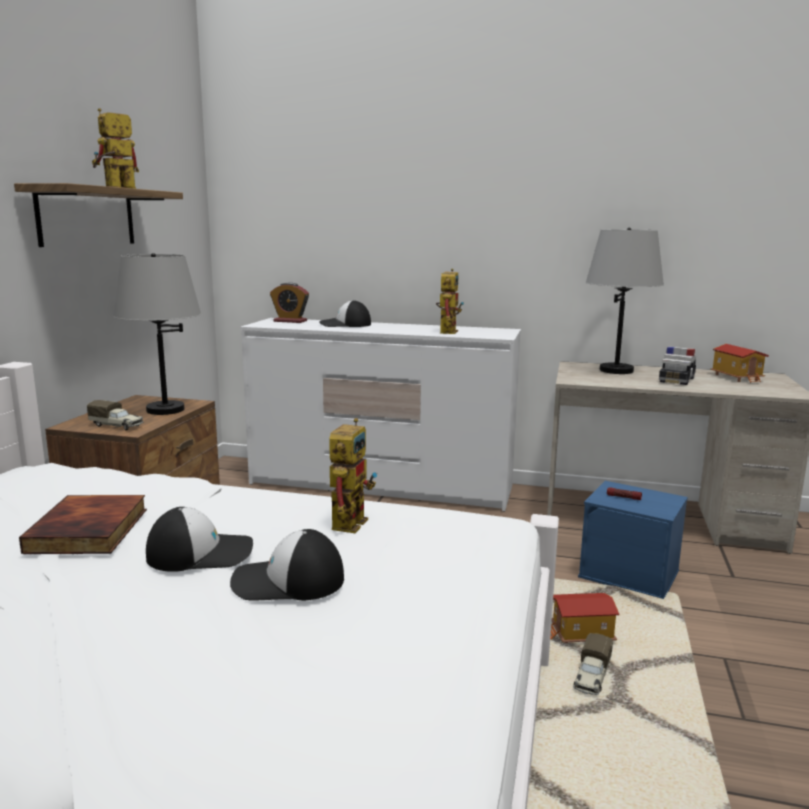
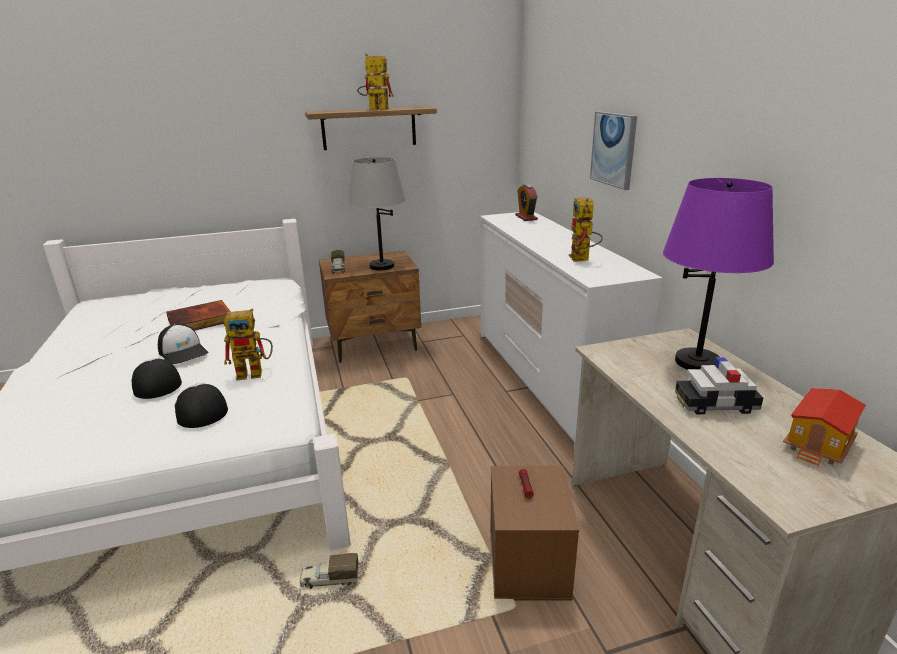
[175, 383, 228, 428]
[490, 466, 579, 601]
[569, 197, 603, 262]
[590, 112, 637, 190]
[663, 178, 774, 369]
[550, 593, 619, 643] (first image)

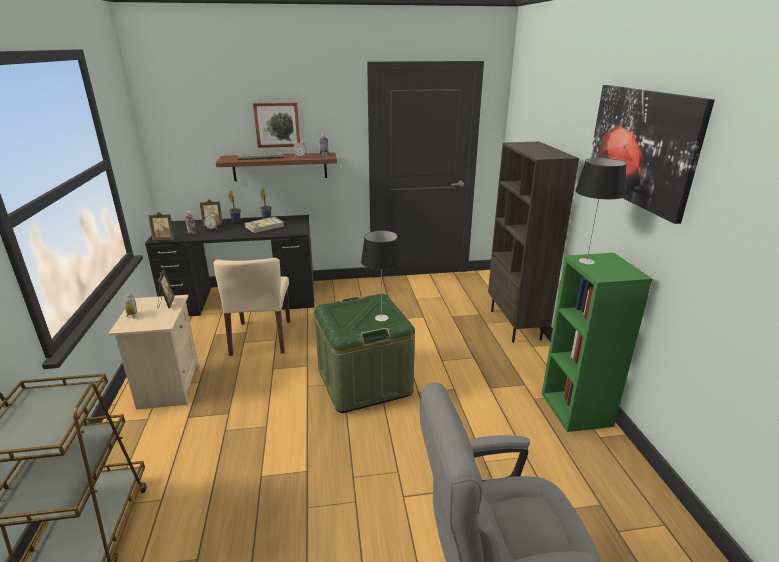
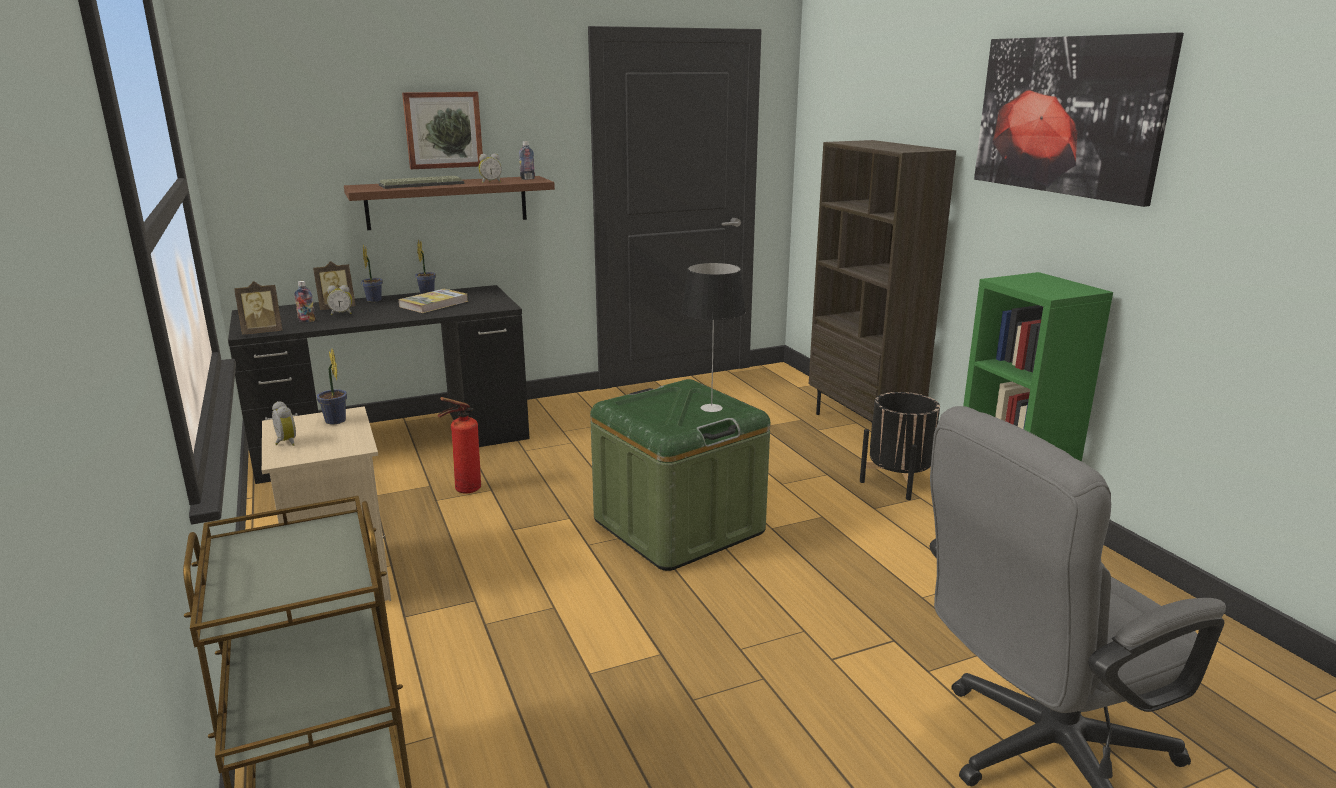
[316, 349, 347, 424]
[438, 397, 481, 494]
[860, 392, 940, 500]
[575, 158, 627, 265] (first image)

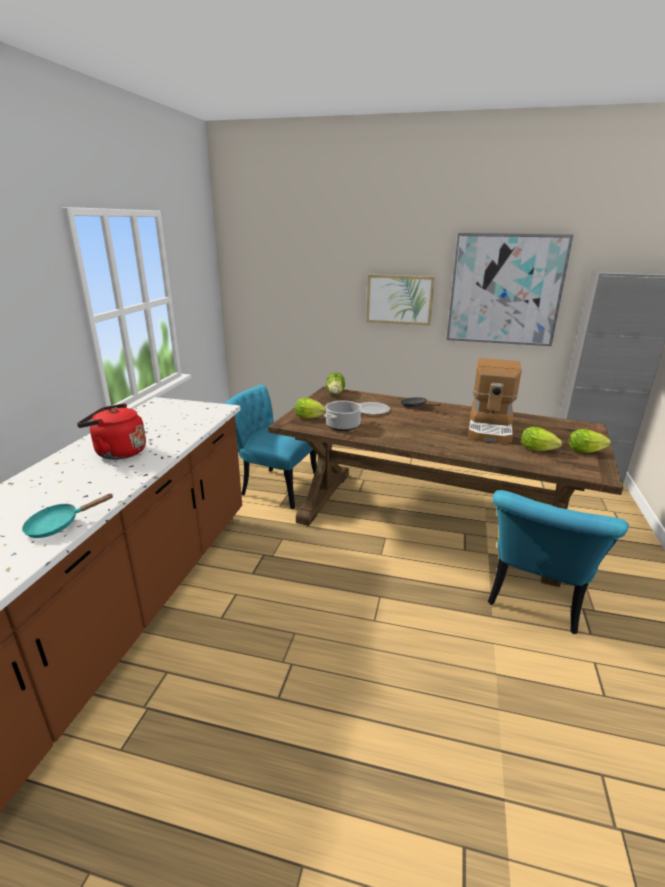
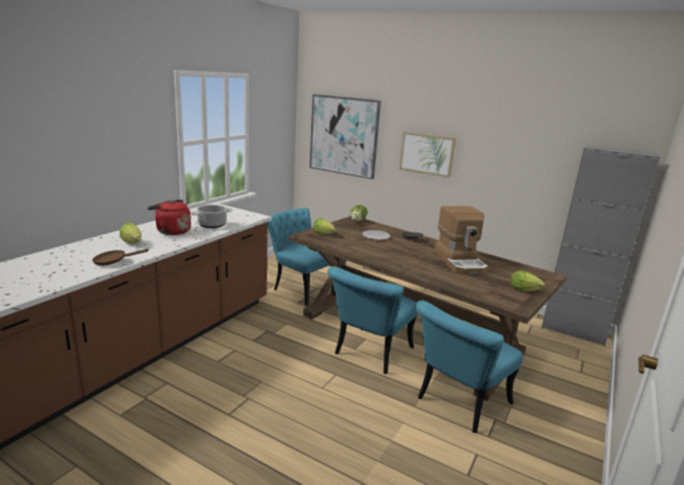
[92, 249, 148, 266]
[120, 223, 142, 244]
[191, 205, 233, 228]
[310, 94, 381, 179]
[327, 266, 418, 374]
[434, 206, 488, 275]

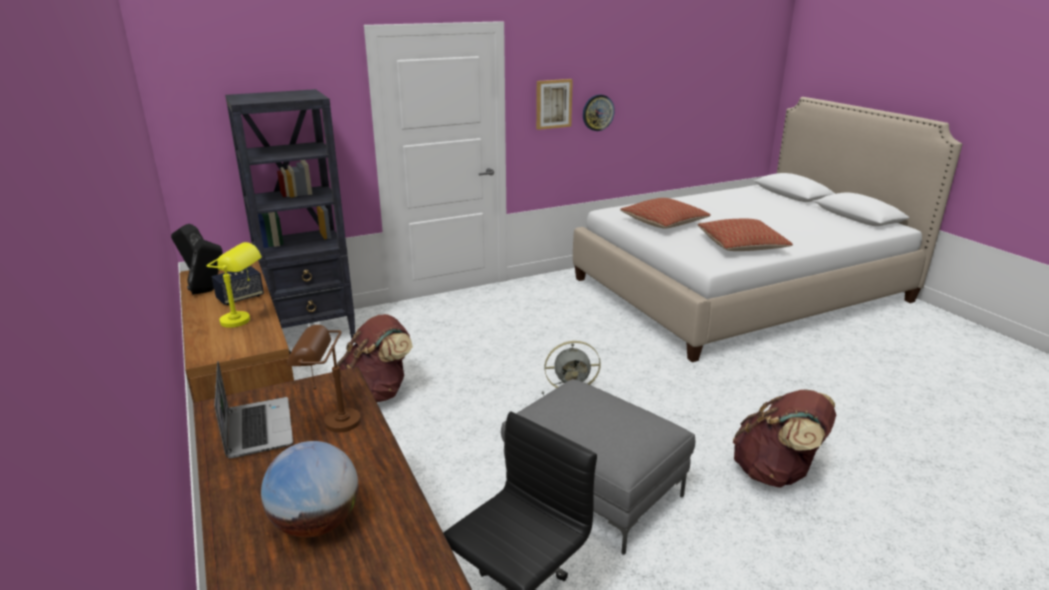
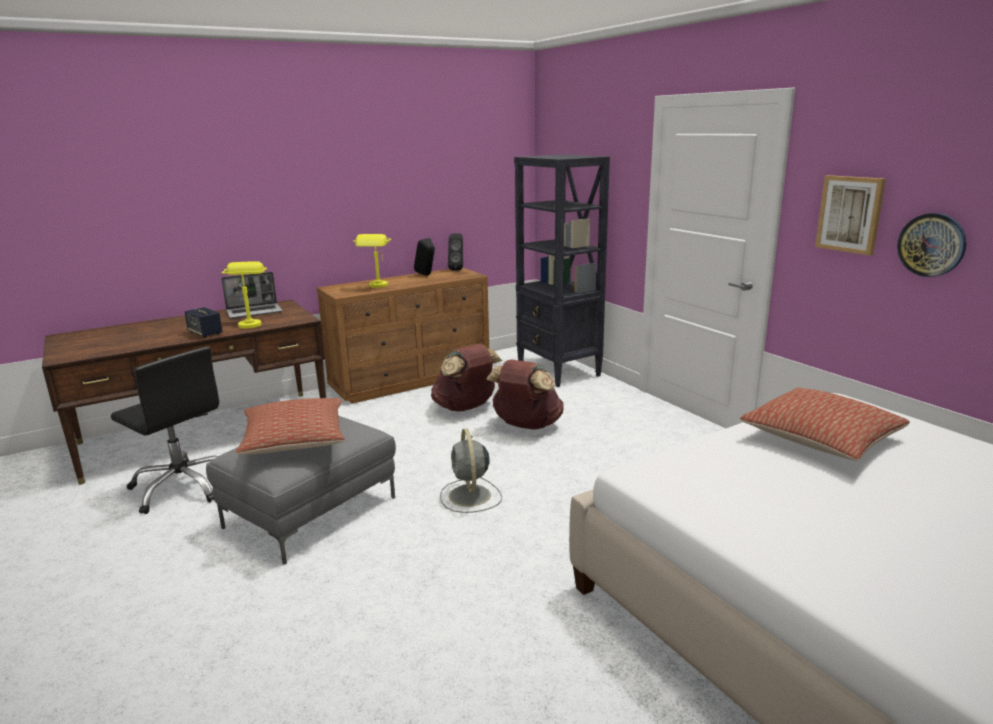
[185, 307, 223, 338]
[222, 261, 267, 329]
[236, 398, 345, 455]
[486, 360, 564, 429]
[261, 441, 358, 538] (first image)

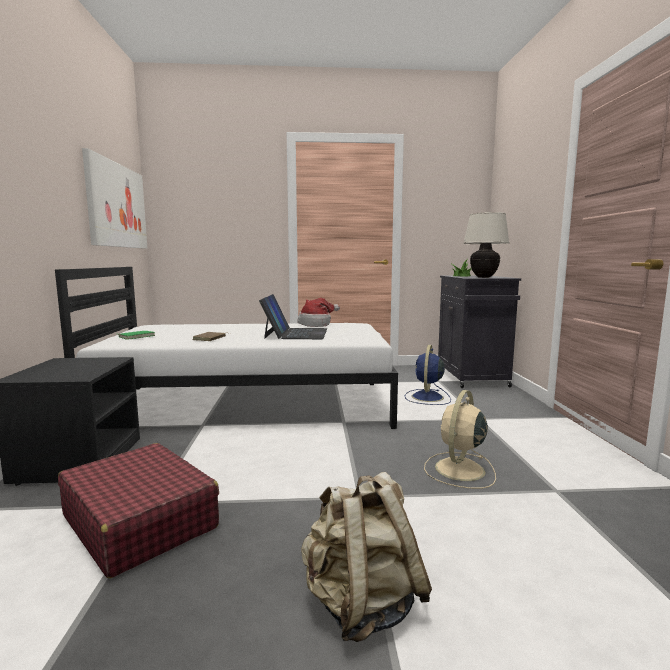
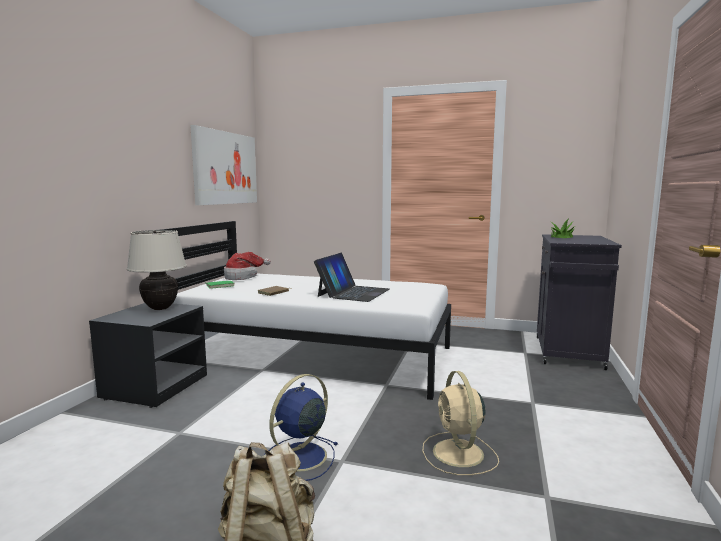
[127, 230, 187, 310]
[224, 252, 271, 280]
[264, 374, 338, 481]
[422, 371, 499, 475]
[58, 443, 219, 578] (first image)

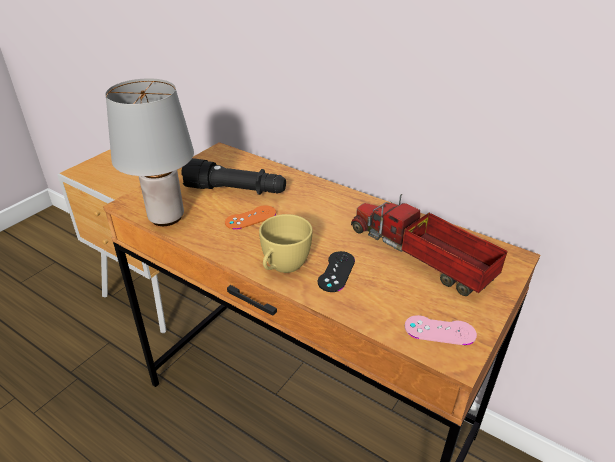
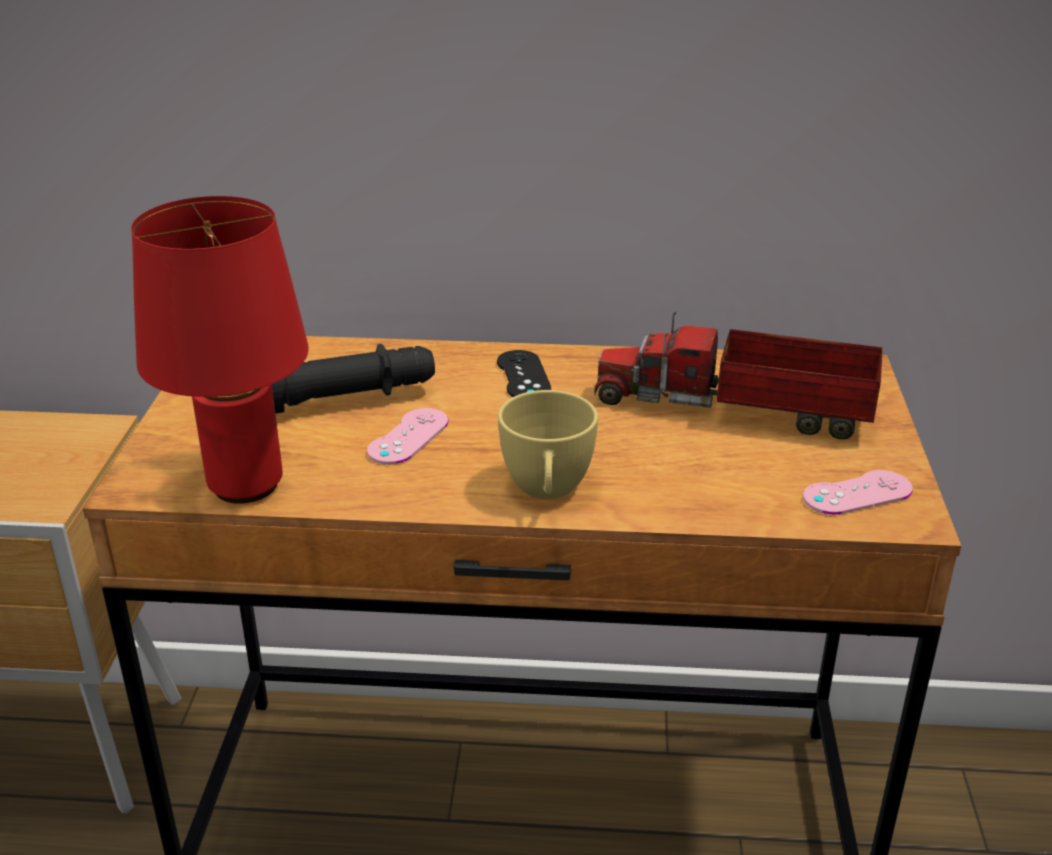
[131, 196, 308, 504]
[367, 408, 449, 465]
[497, 350, 551, 397]

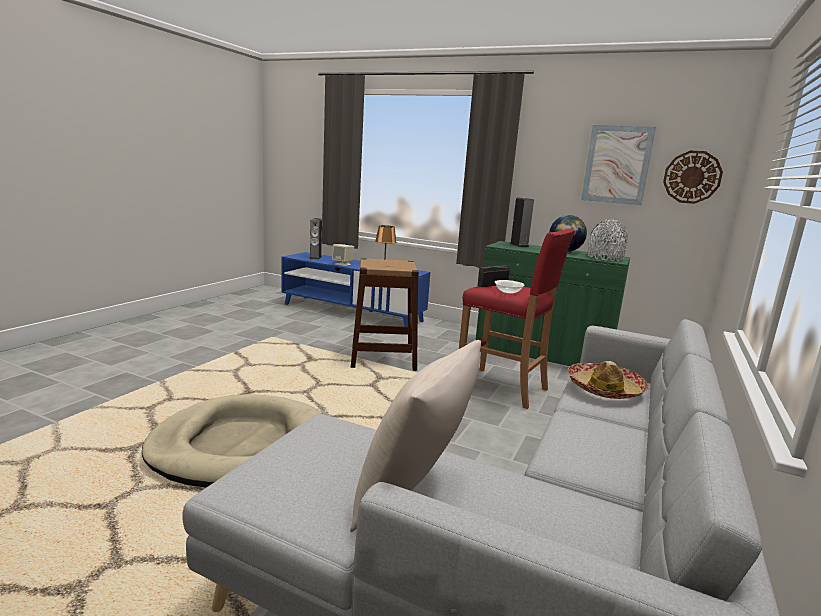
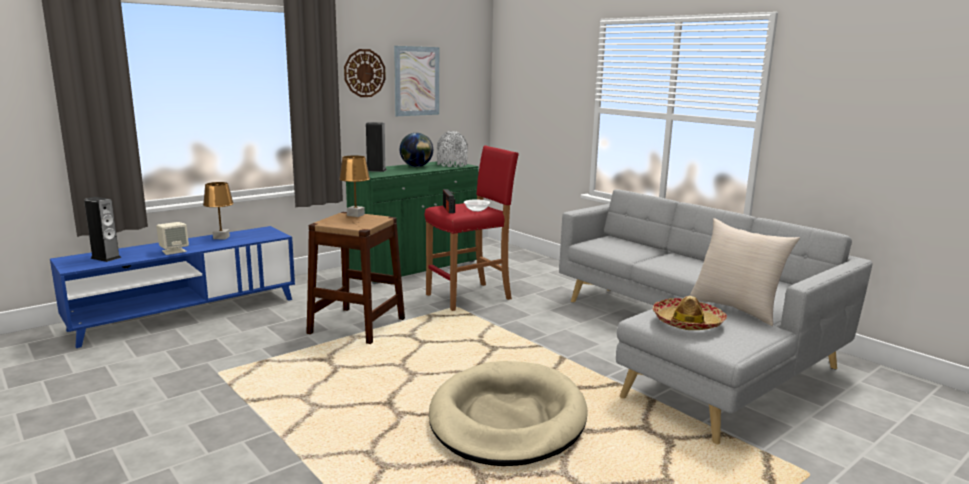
[339, 155, 370, 217]
[344, 49, 386, 97]
[653, 296, 727, 330]

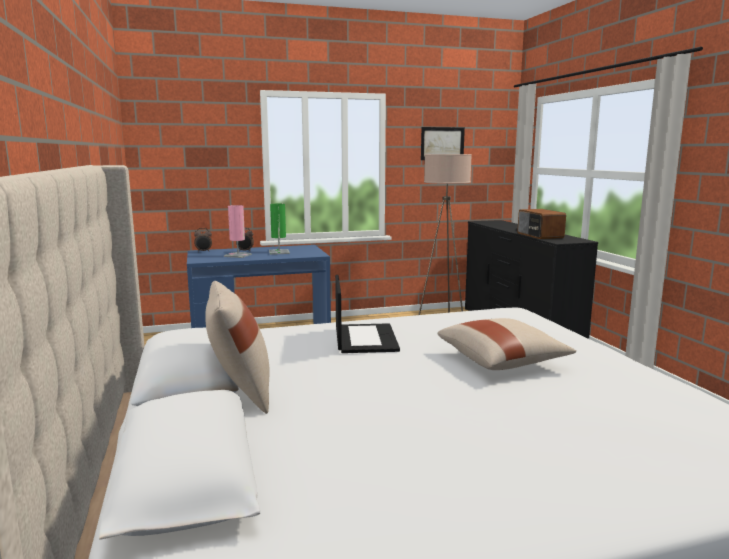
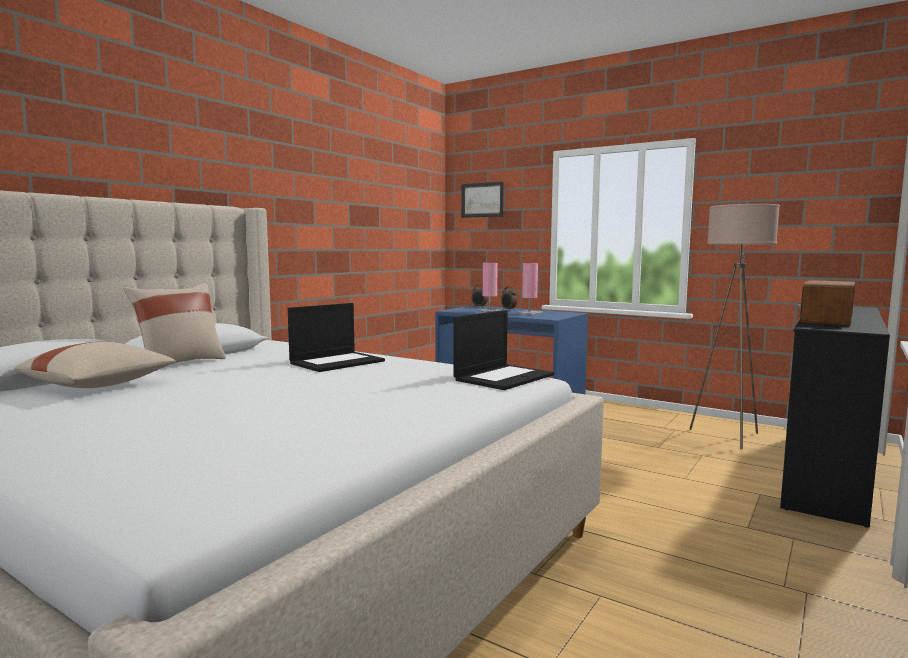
[14, 341, 176, 388]
[453, 310, 554, 390]
[461, 181, 503, 218]
[516, 263, 543, 315]

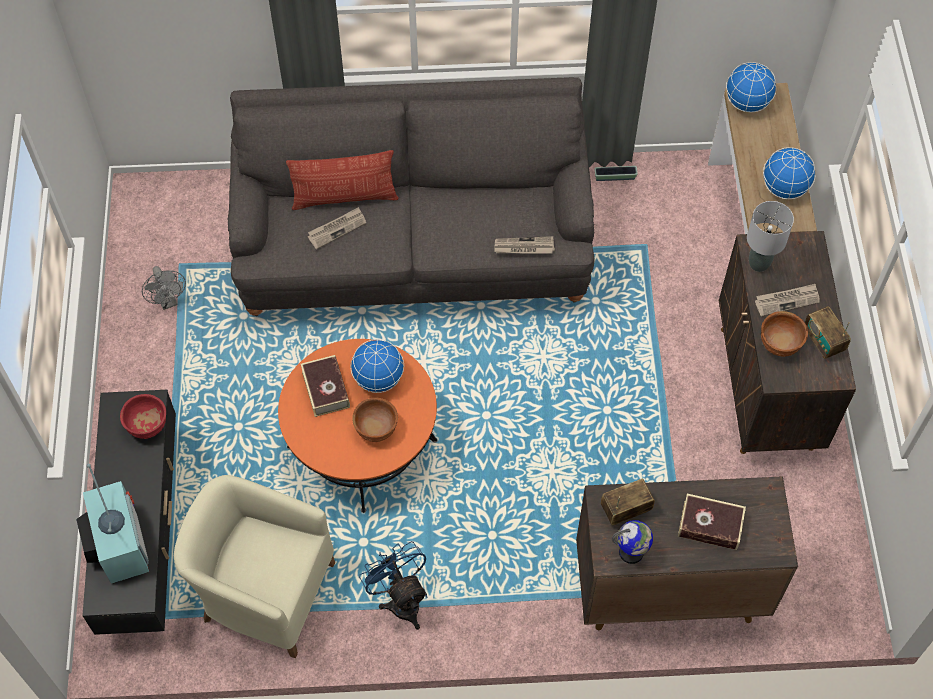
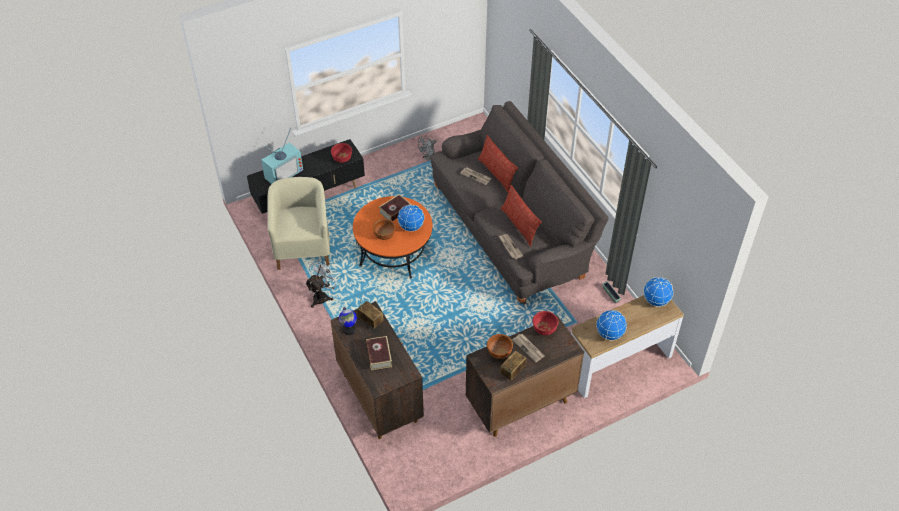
[305, 259, 340, 308]
[500, 185, 542, 246]
[532, 311, 558, 335]

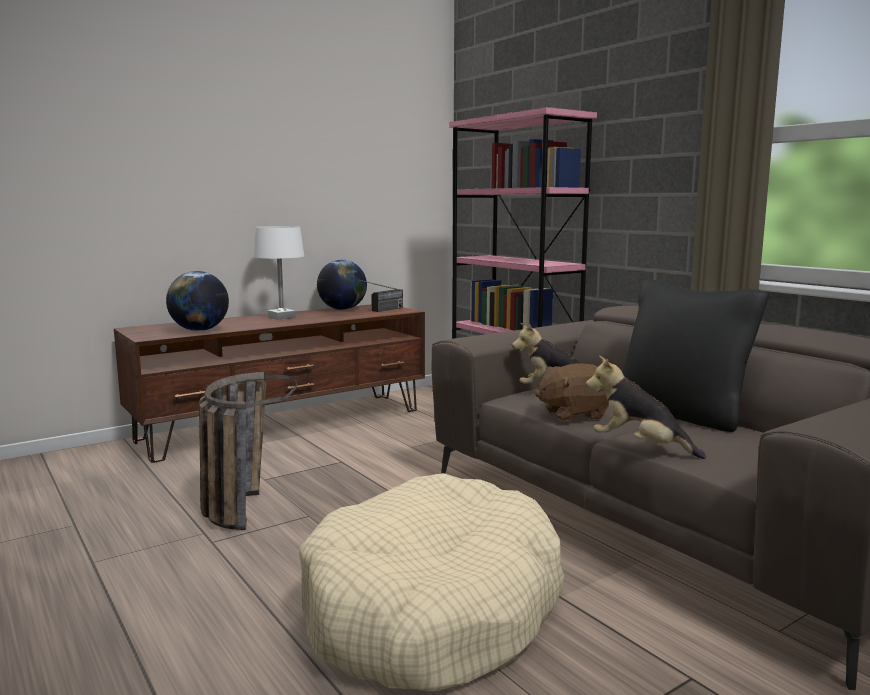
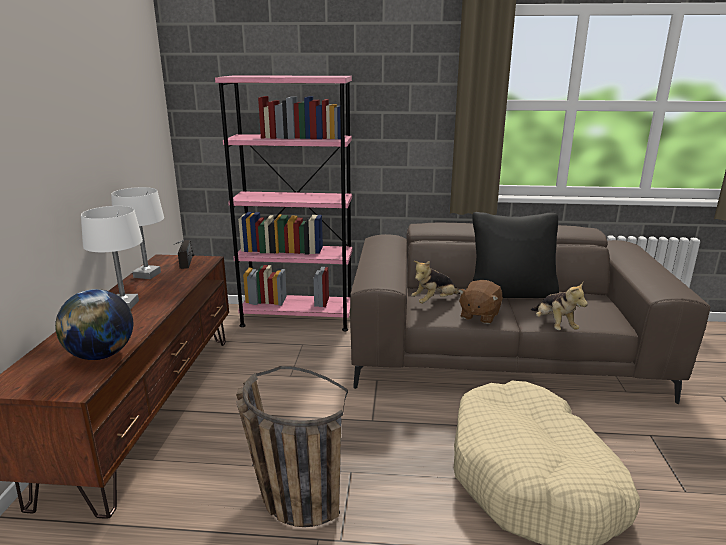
[111, 187, 164, 279]
[531, 282, 588, 330]

